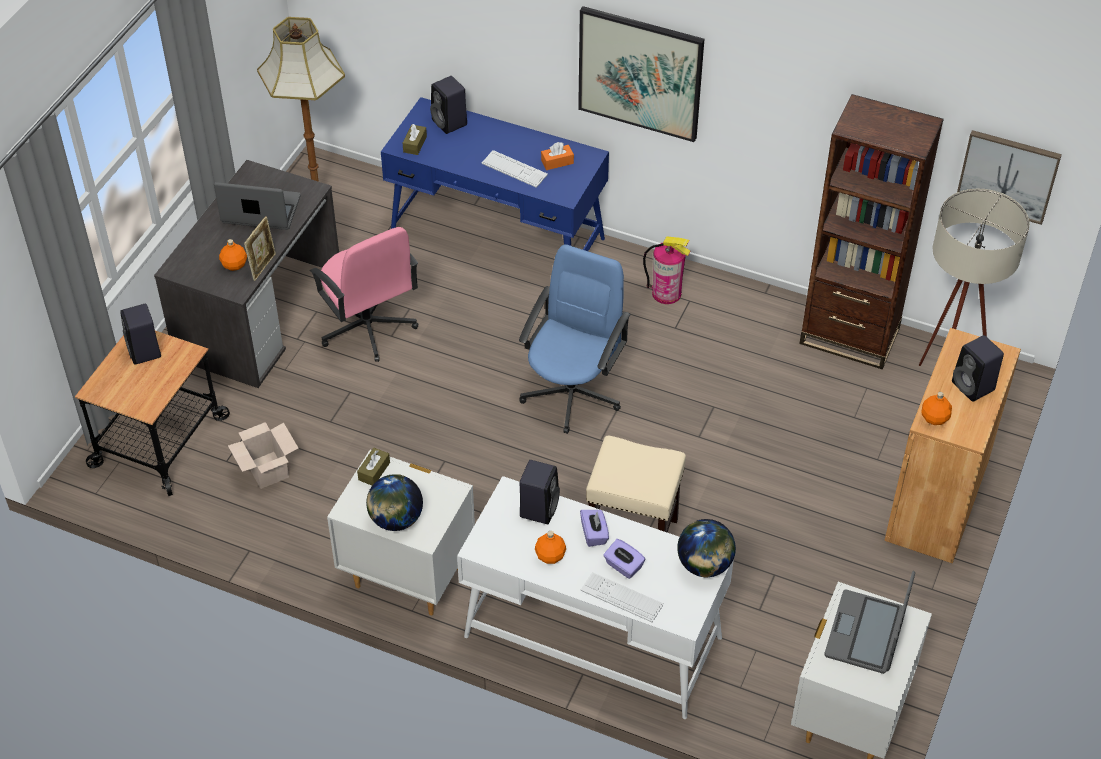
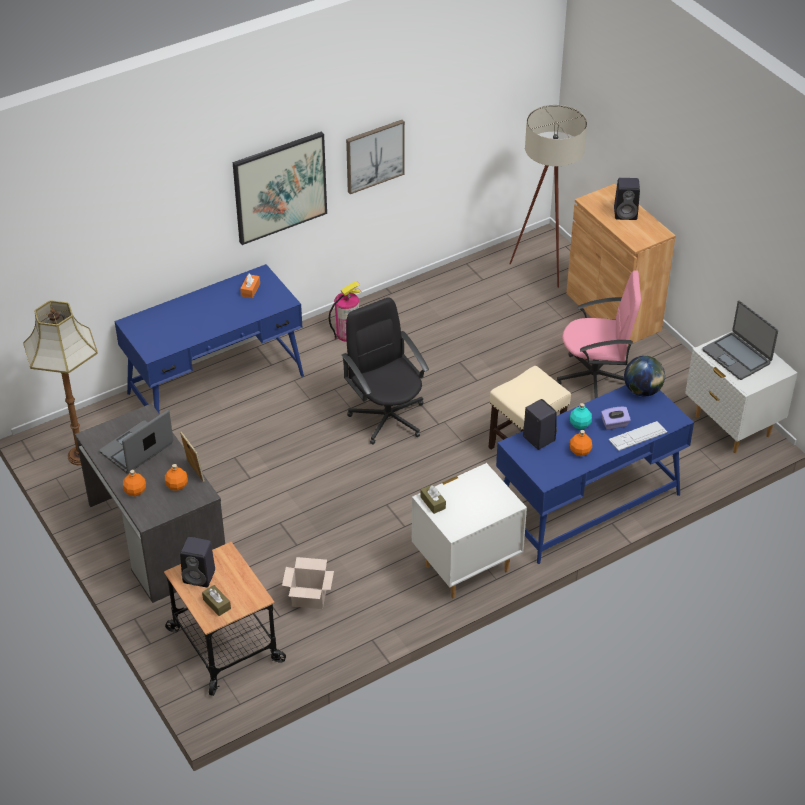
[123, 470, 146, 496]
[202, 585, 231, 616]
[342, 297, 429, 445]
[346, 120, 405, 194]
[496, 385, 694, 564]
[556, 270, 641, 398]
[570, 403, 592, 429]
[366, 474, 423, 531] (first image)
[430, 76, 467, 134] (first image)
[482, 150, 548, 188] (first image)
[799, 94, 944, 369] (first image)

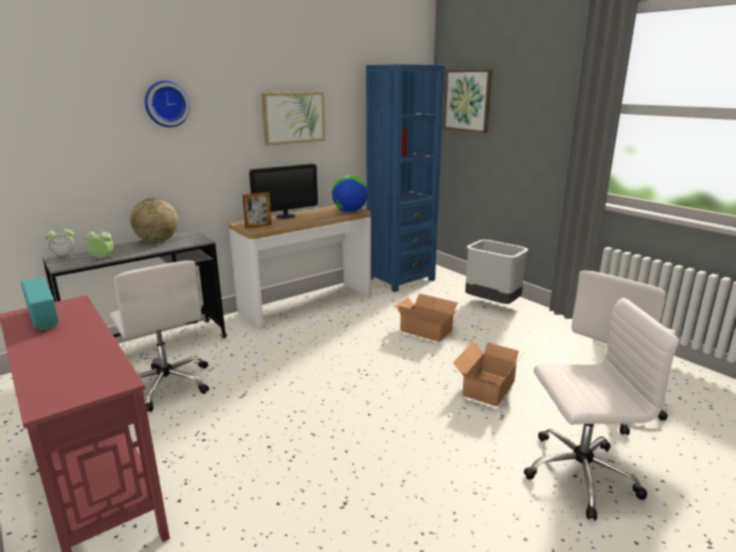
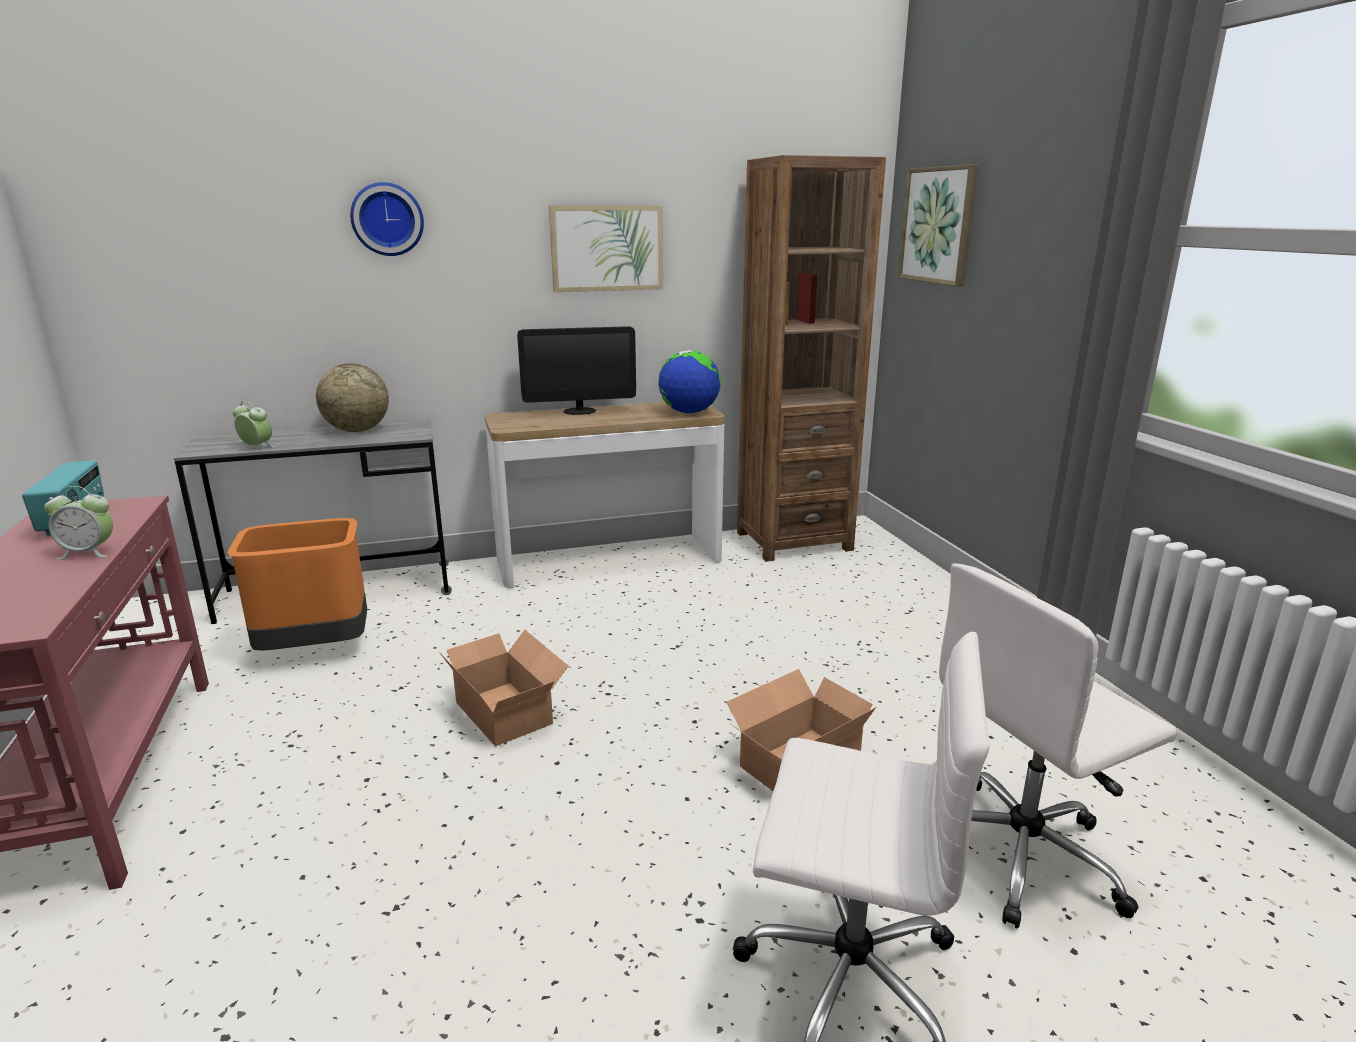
[44, 486, 113, 560]
[227, 518, 367, 651]
[439, 630, 569, 747]
[737, 155, 886, 562]
[243, 192, 272, 229] (first image)
[465, 240, 528, 304] (first image)

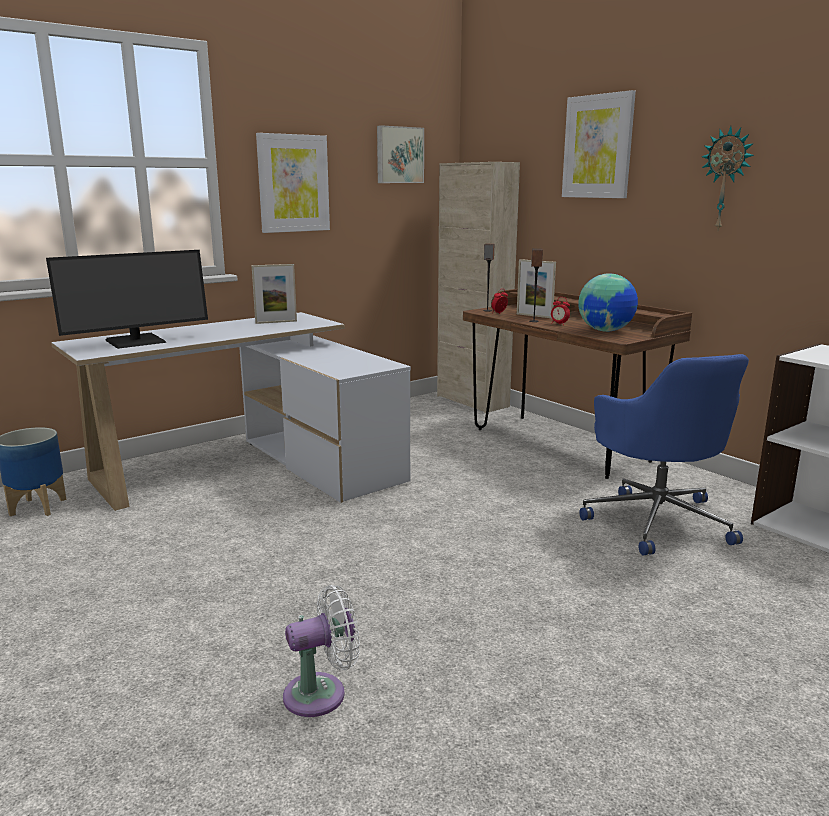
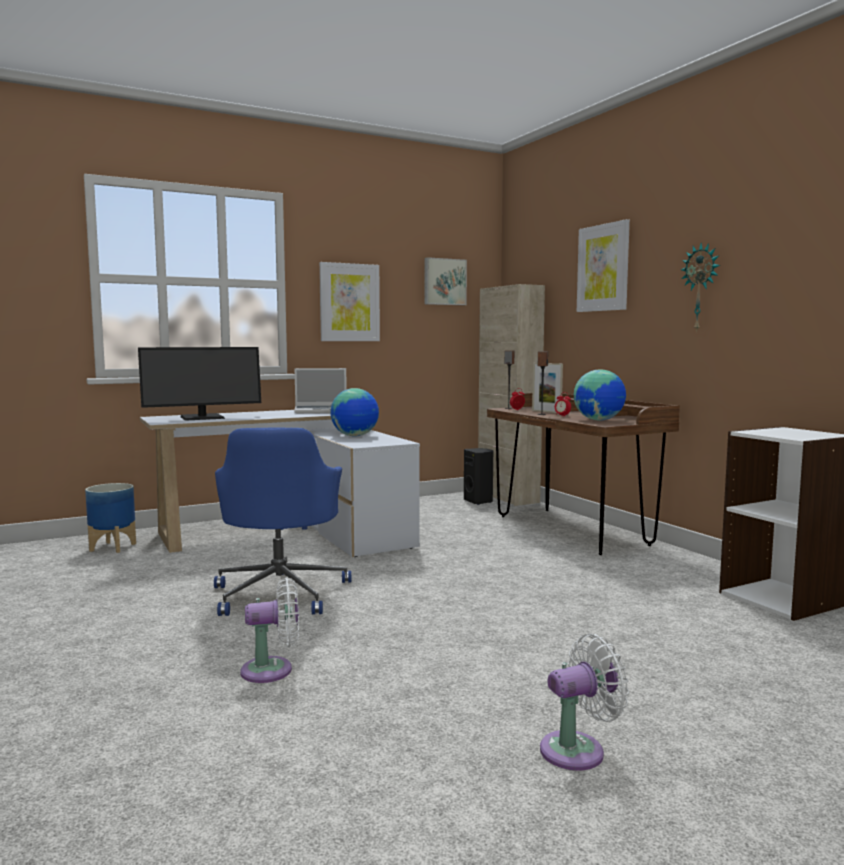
[214, 428, 351, 616]
[294, 368, 347, 414]
[330, 388, 379, 436]
[464, 448, 493, 505]
[540, 634, 629, 771]

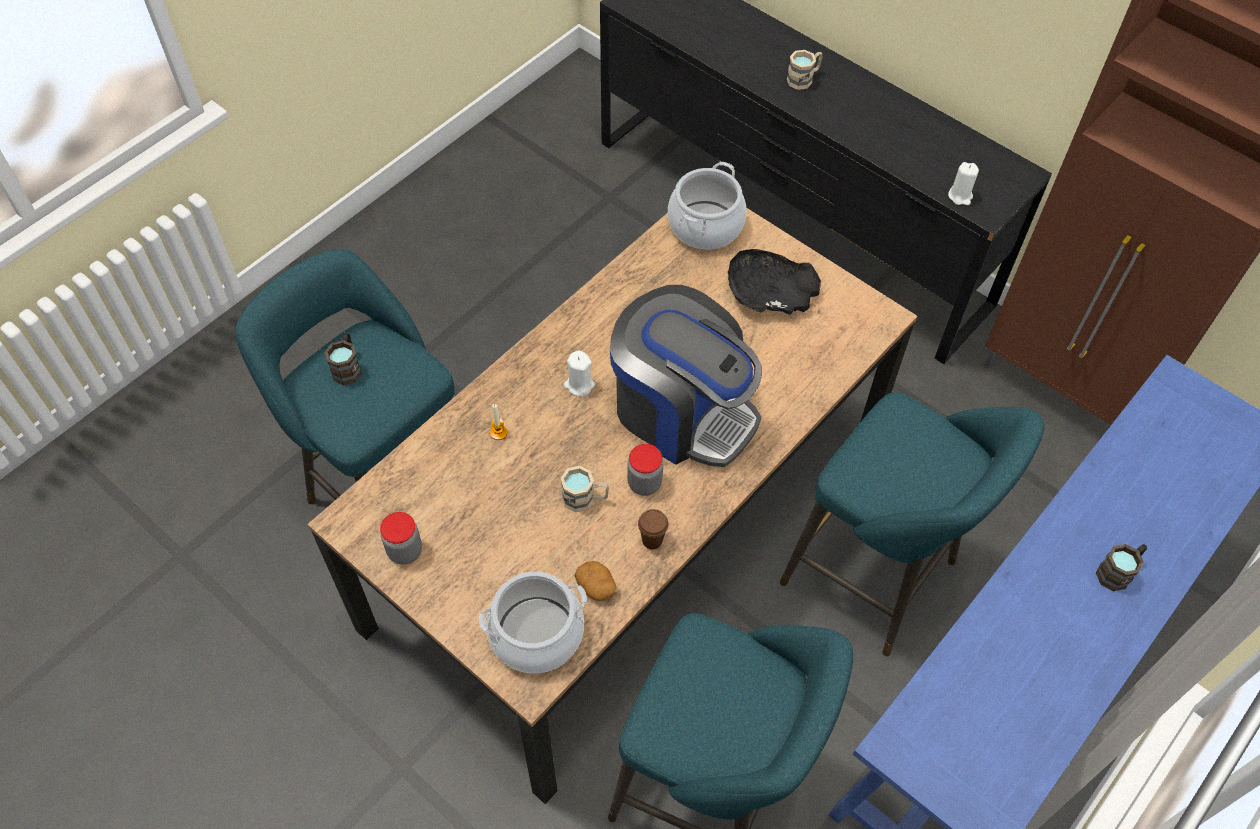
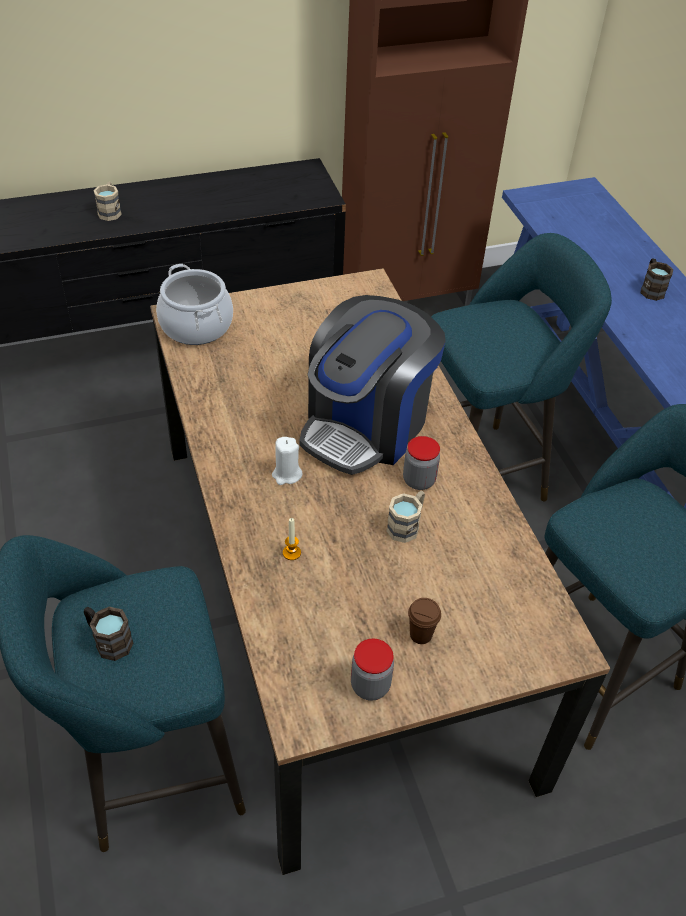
[300, 295, 446, 475]
[408, 598, 441, 644]
[479, 572, 587, 673] (first image)
[575, 561, 616, 601] (first image)
[728, 249, 821, 315] (first image)
[948, 162, 979, 205] (first image)

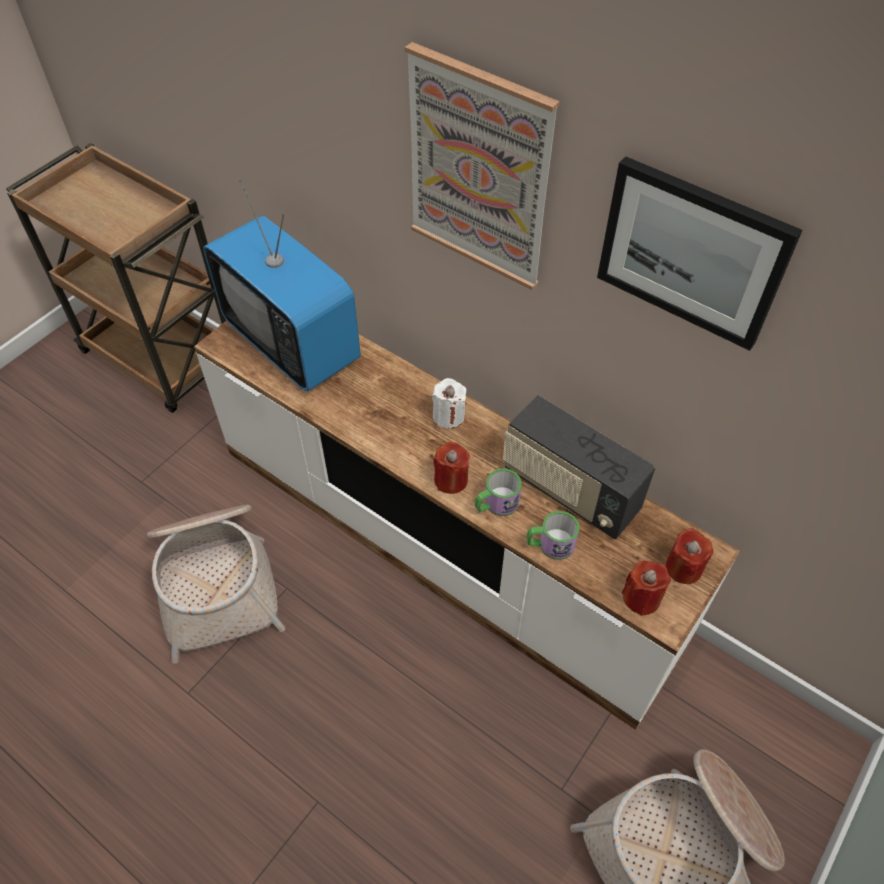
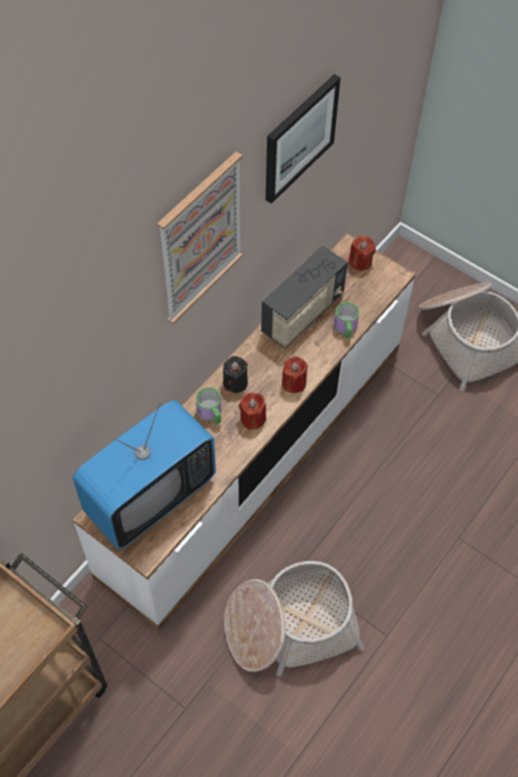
[196, 387, 221, 424]
[223, 356, 248, 393]
[239, 393, 266, 430]

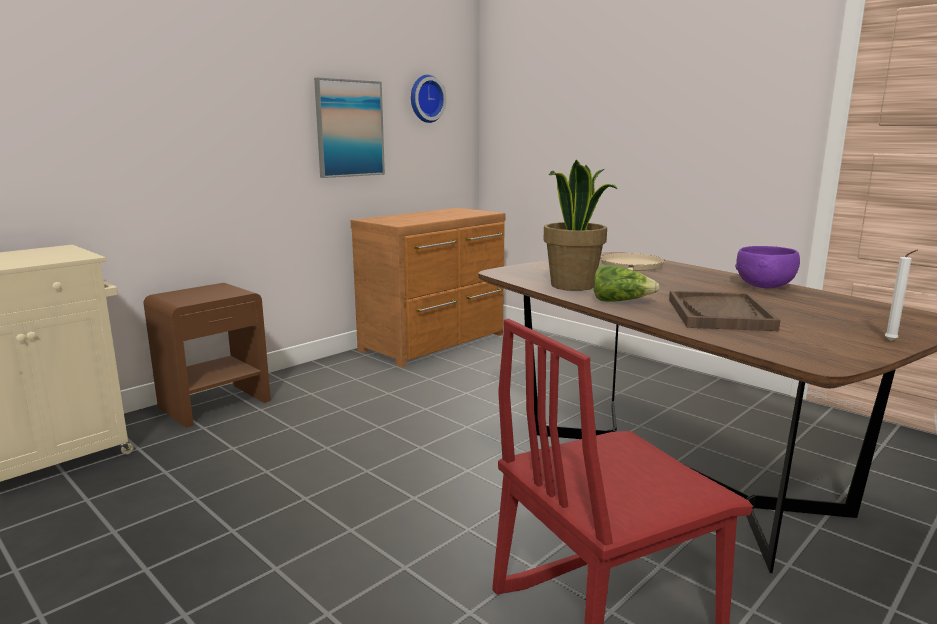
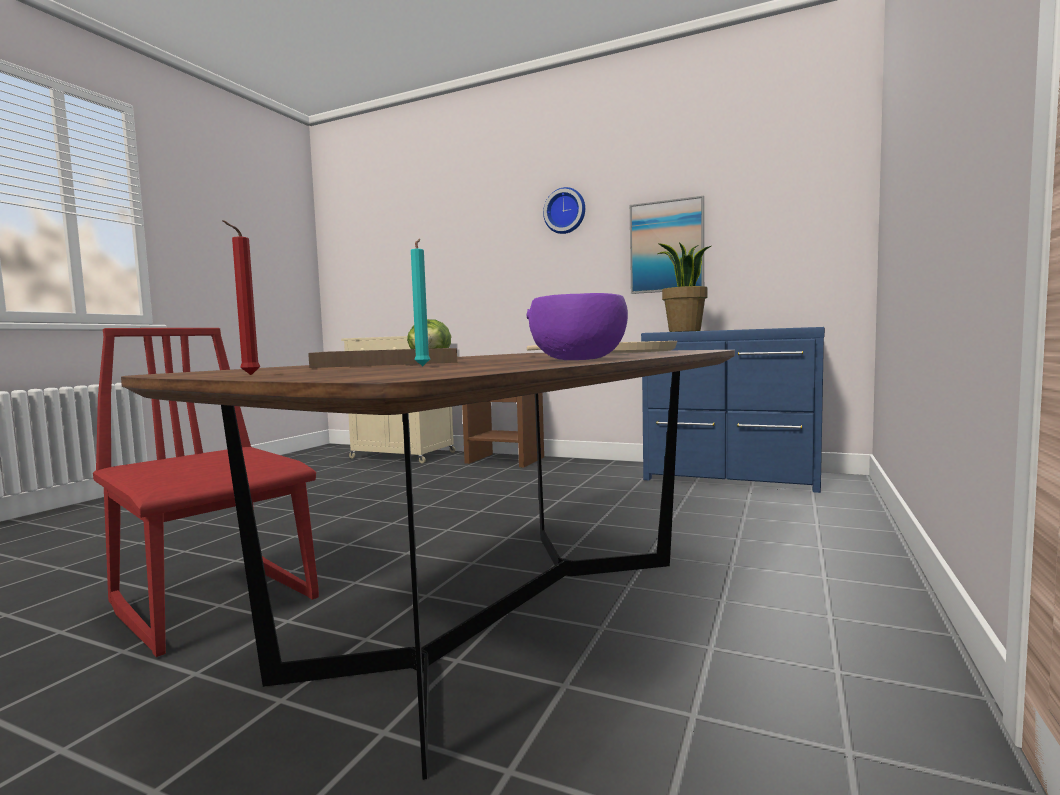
[222, 220, 260, 375]
[411, 239, 430, 366]
[543, 187, 585, 234]
[641, 327, 825, 493]
[657, 242, 711, 332]

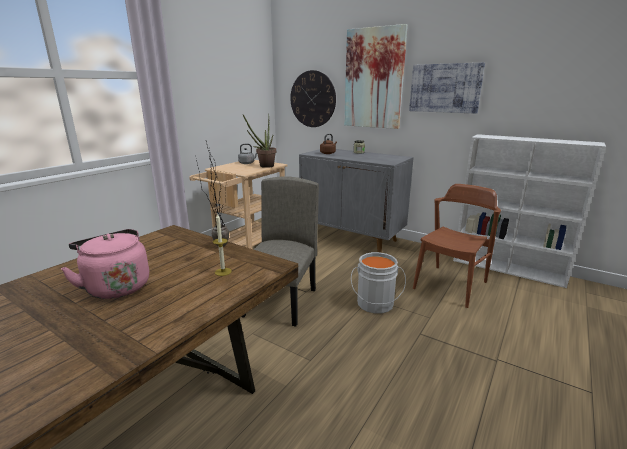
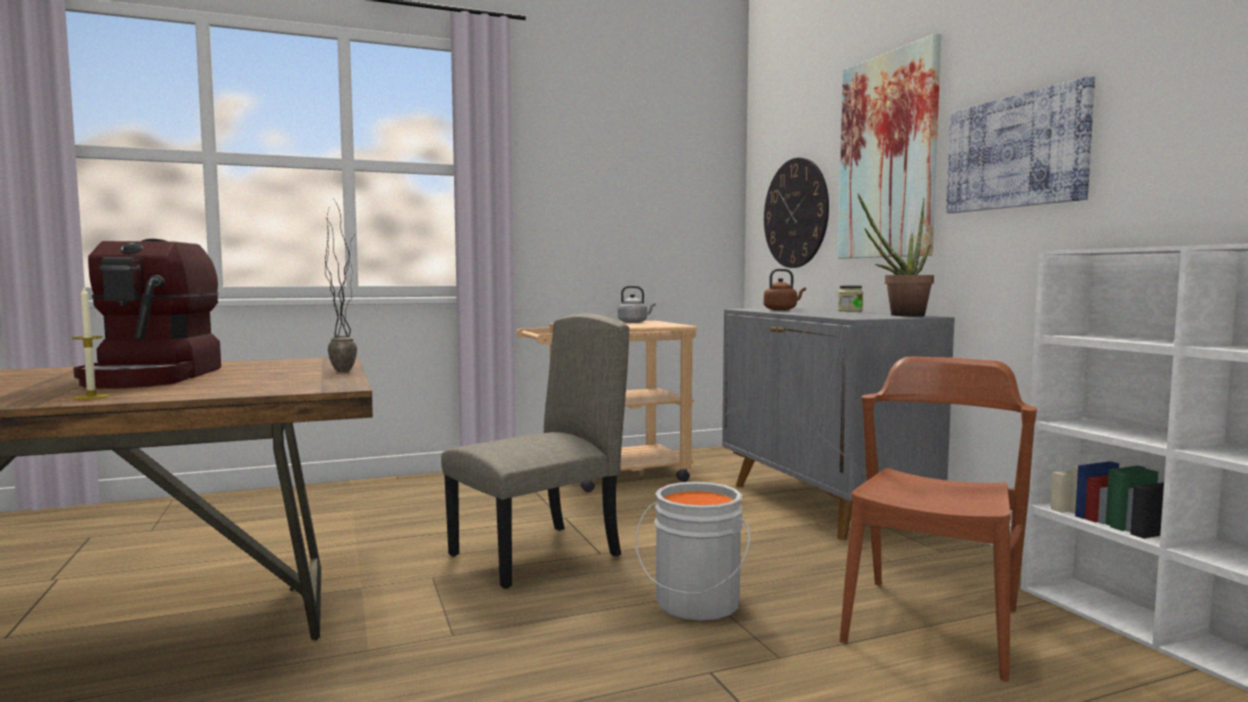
[72, 287, 109, 400]
[73, 239, 221, 389]
[840, 357, 1037, 682]
[858, 193, 934, 316]

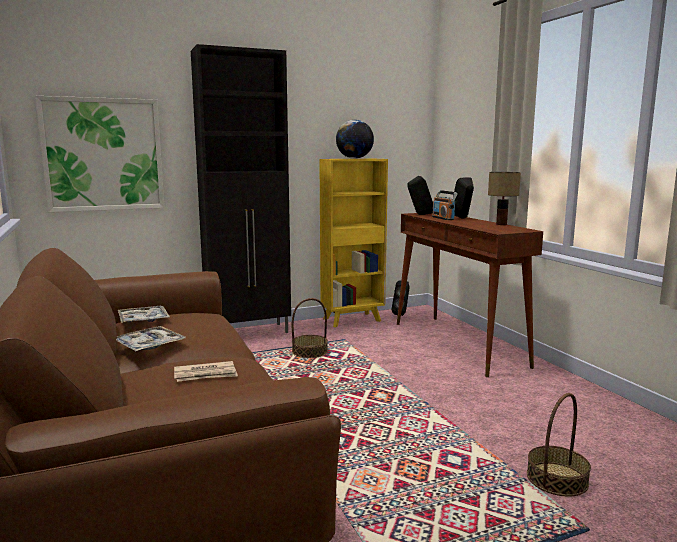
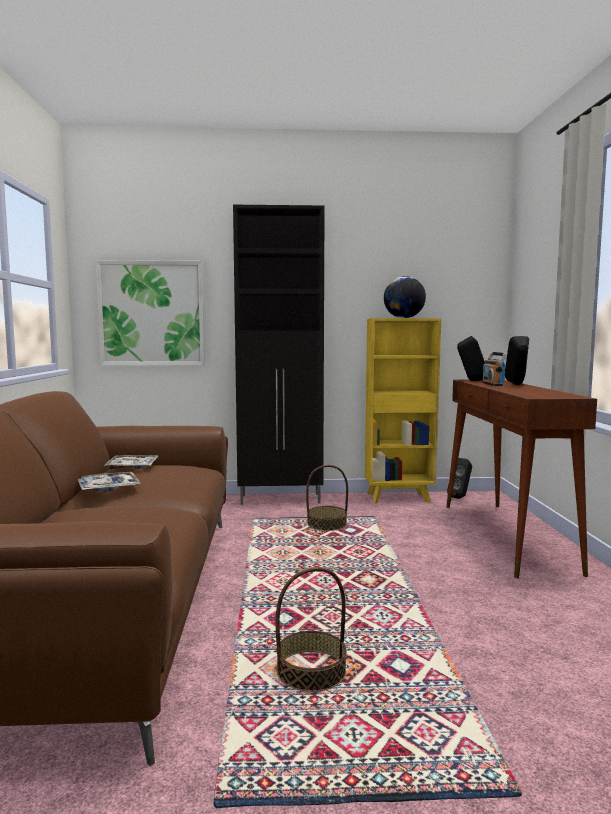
[276, 567, 347, 692]
[174, 361, 238, 382] (first image)
[488, 172, 521, 225] (first image)

